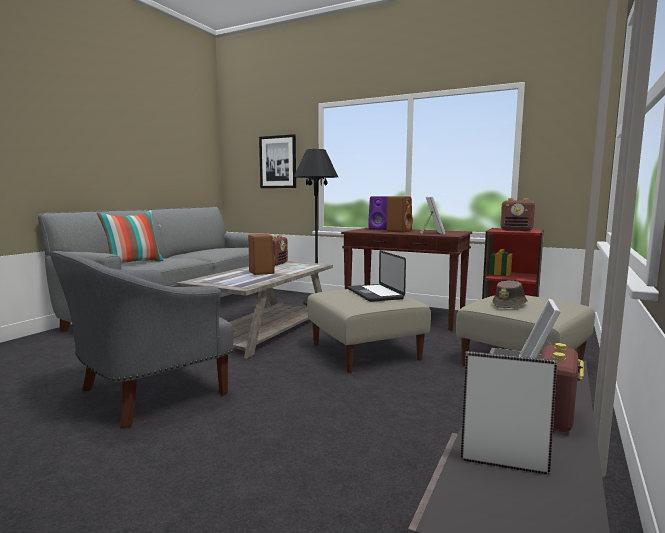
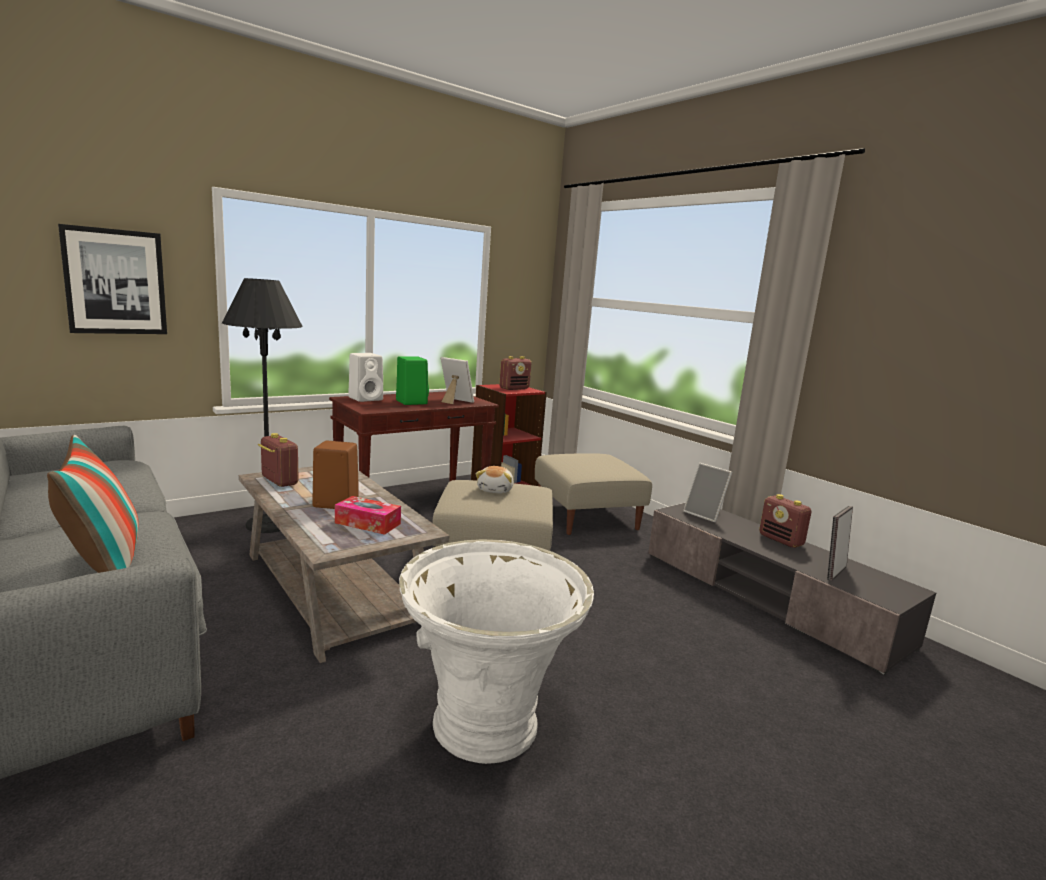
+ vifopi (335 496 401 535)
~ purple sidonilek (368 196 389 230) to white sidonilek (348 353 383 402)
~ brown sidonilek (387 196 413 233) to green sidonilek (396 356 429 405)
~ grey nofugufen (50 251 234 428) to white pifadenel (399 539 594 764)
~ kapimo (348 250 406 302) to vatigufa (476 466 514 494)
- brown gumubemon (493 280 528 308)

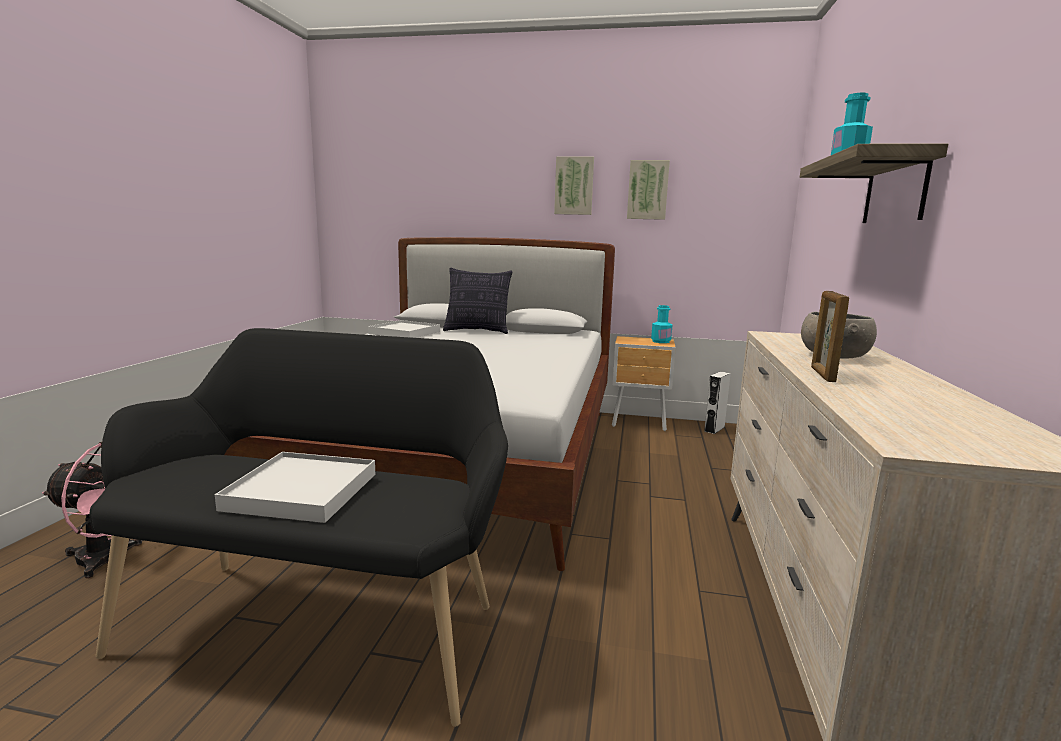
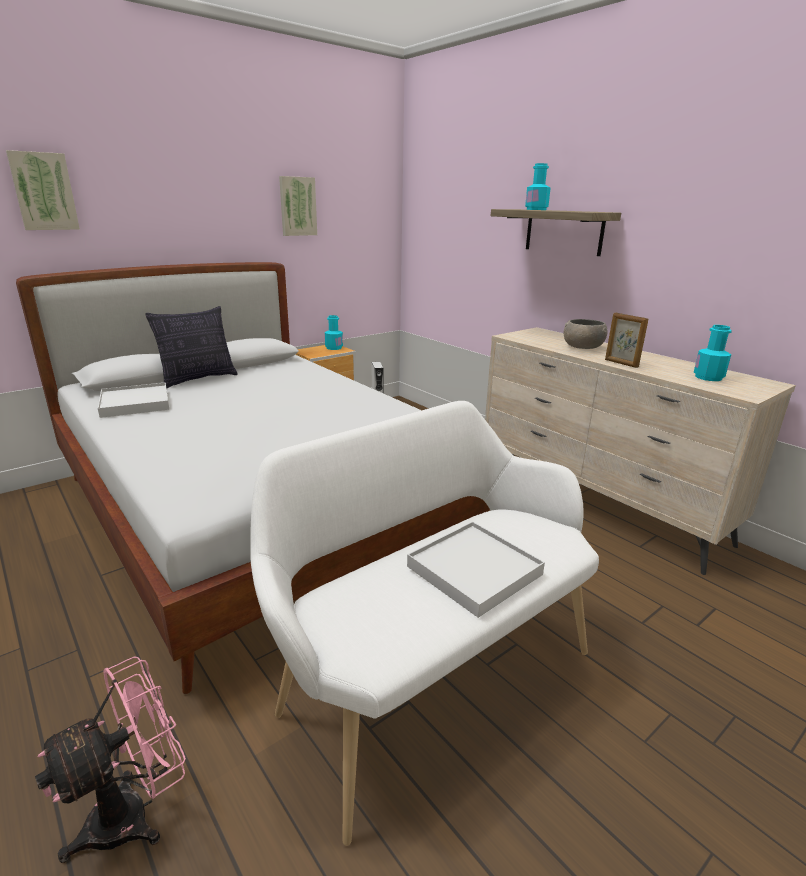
~ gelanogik (554 157 594 215) to (6 150 80 230)
~ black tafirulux (89 328 508 727) to white tafirulux (250 401 599 846)
+ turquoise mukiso (694 325 732 381)

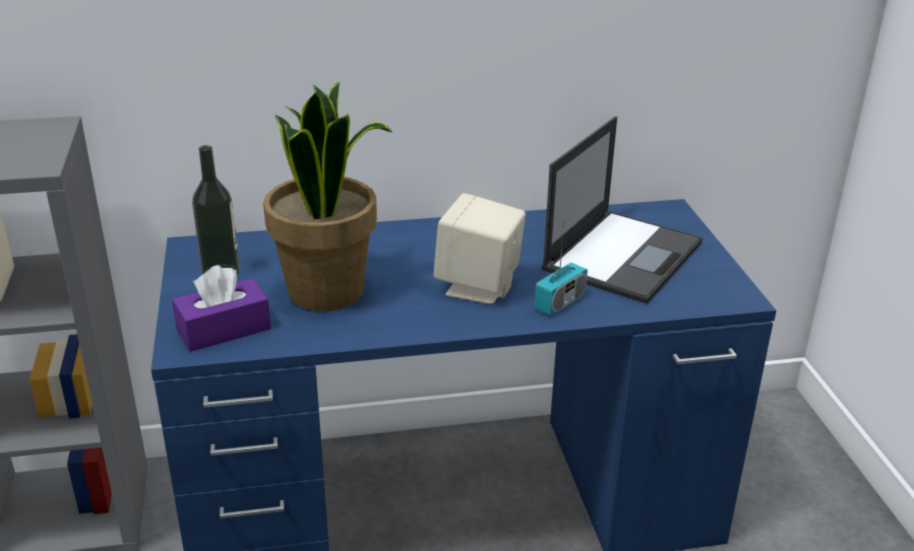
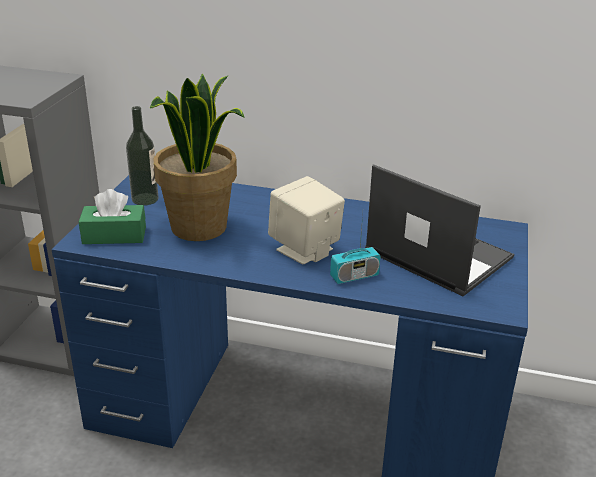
~ purple vifopi (172 265 271 352) to green vifopi (79 189 146 244)
~ kapimo (541 116 703 304) = (365 164 514 296) 105 degrees counterclockwise

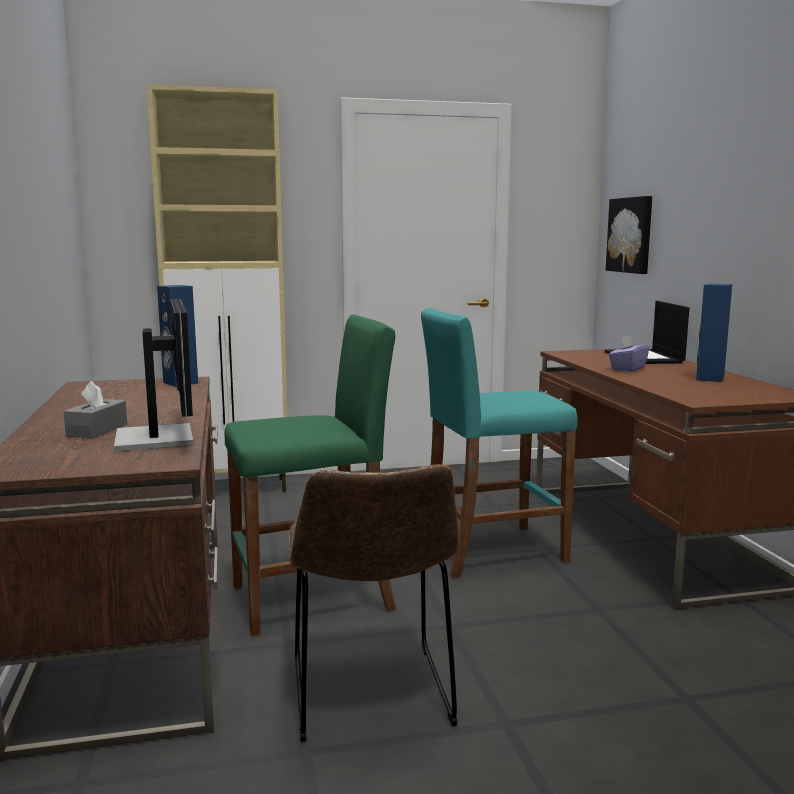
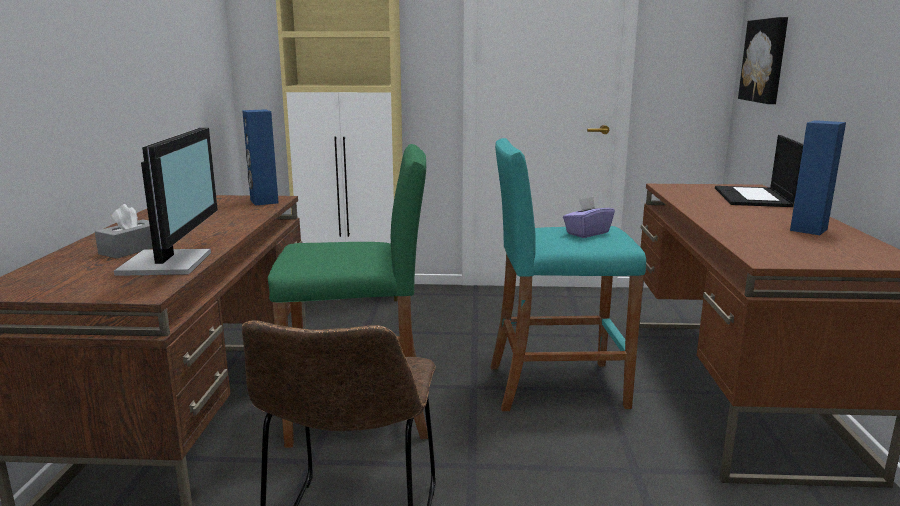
~ purple vifopi (609 336 649 372) to (563 197 615 238)

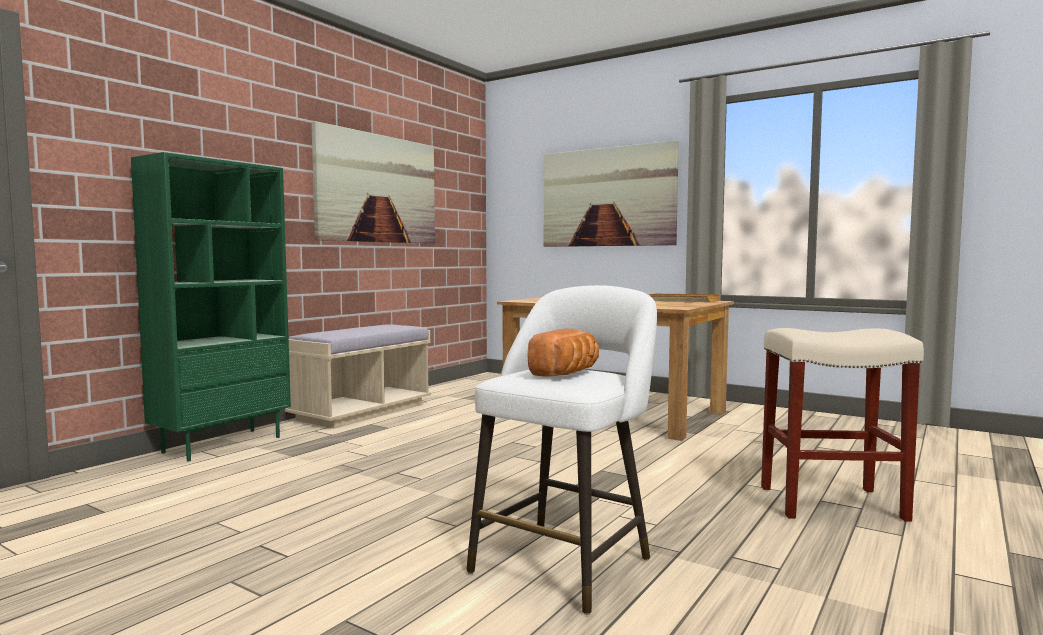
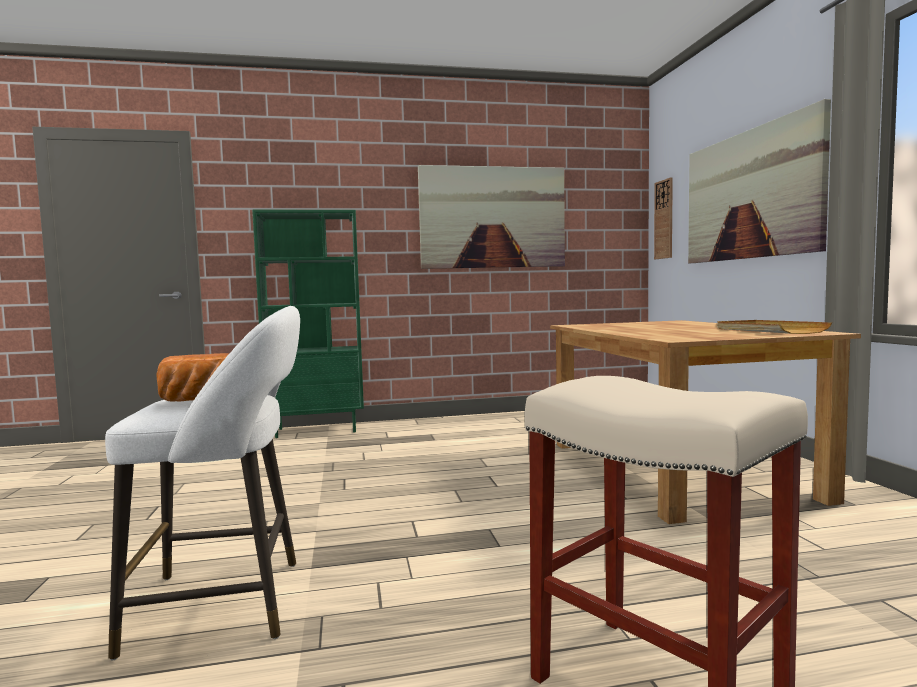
+ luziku (654 177 673 259)
- beige tafirulux (285 324 431 429)

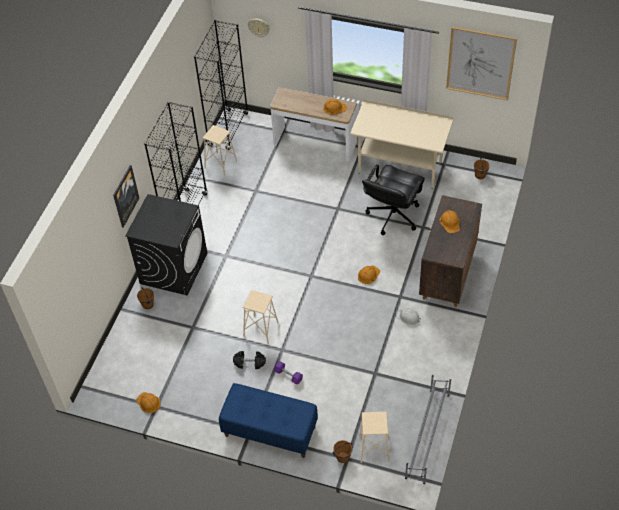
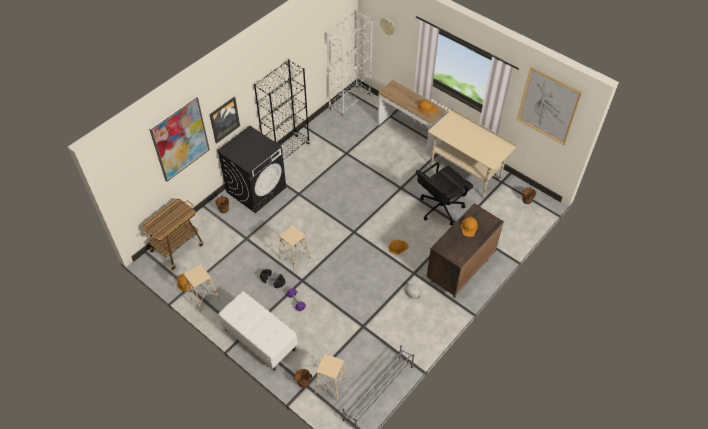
+ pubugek (142 199 203 270)
+ gelanogik (149 96 210 182)
~ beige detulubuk (203 125 237 176) to (184 264 220 312)
~ blue tafirulux (219 383 318 458) to white tafirulux (218 292 298 371)
~ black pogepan (194 20 248 150) to white pogepan (327 11 373 117)

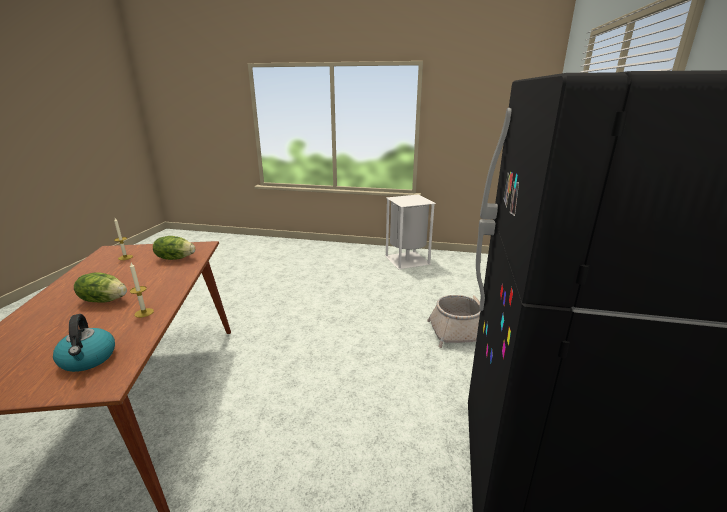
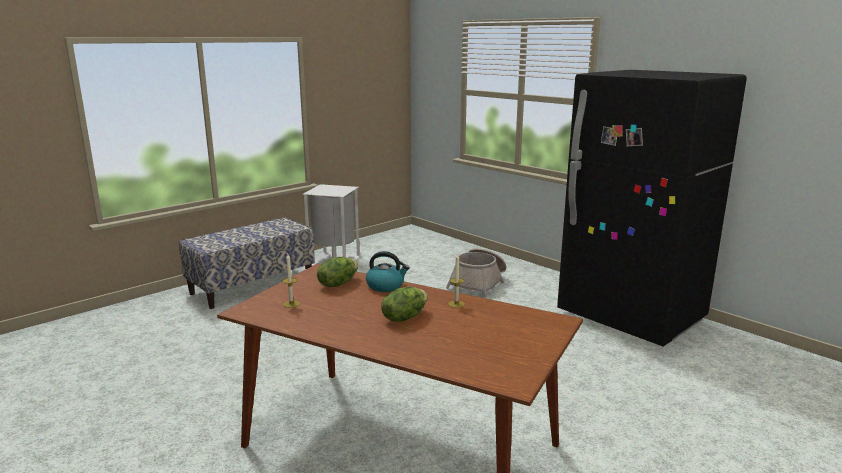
+ tafirulux (179 217 315 309)
~ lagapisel (53 314 115 372) to (366 251 410 292)

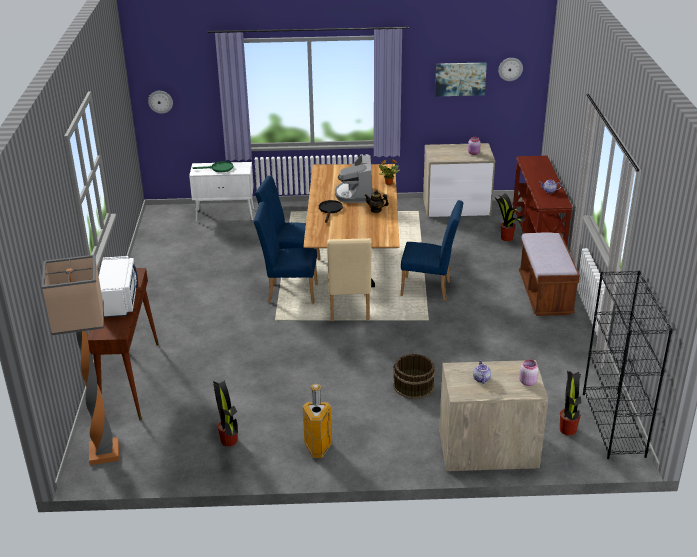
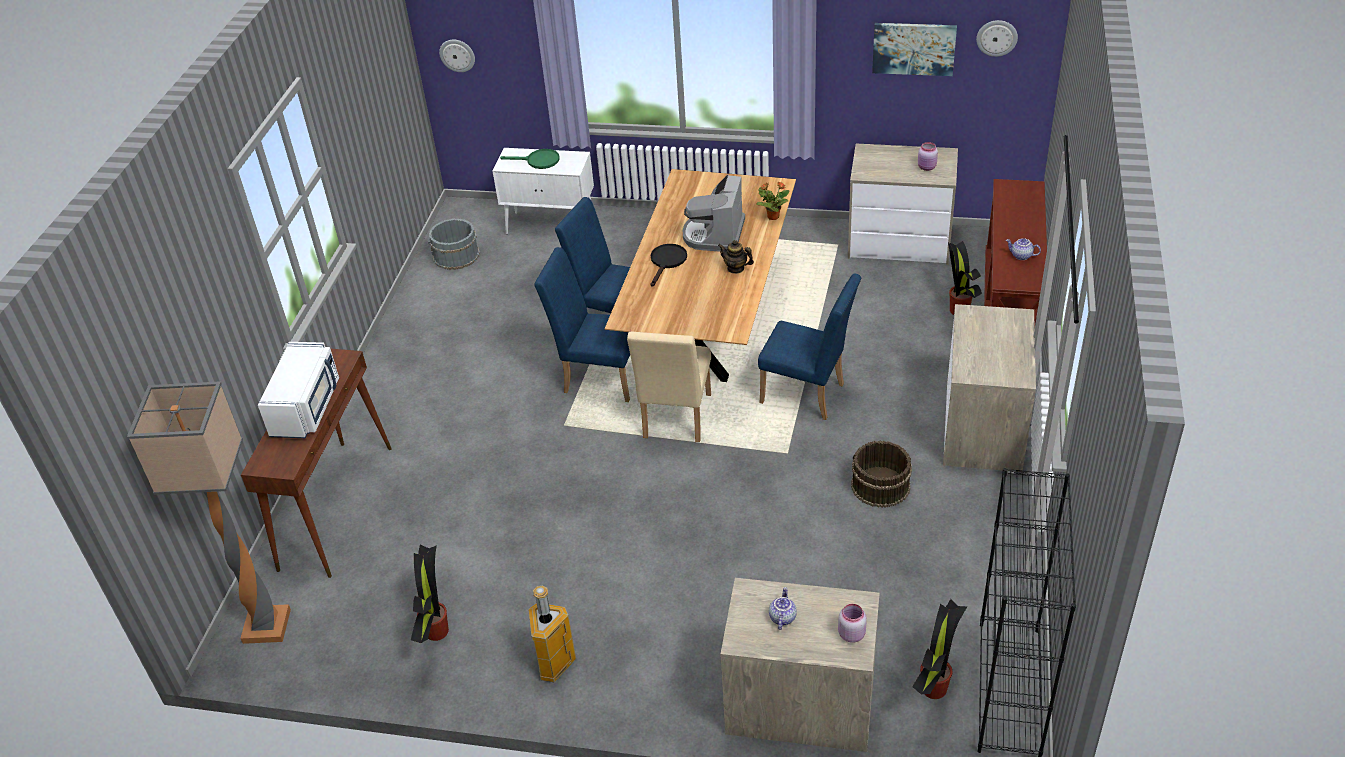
+ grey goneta (428 219 480 270)
~ brown goneta (393 354 435 399) to (851 441 912 508)
~ brown tafirulux (519 232 580 316) to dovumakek (943 304 1036 472)

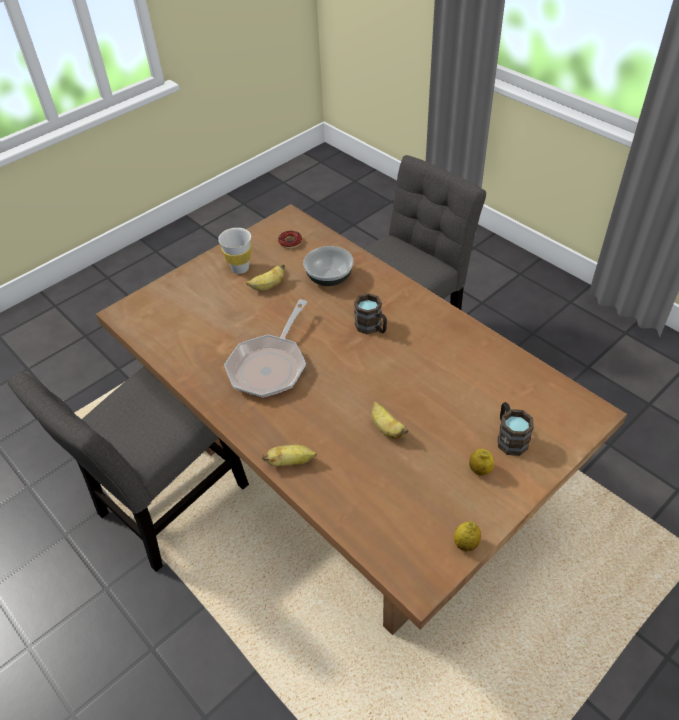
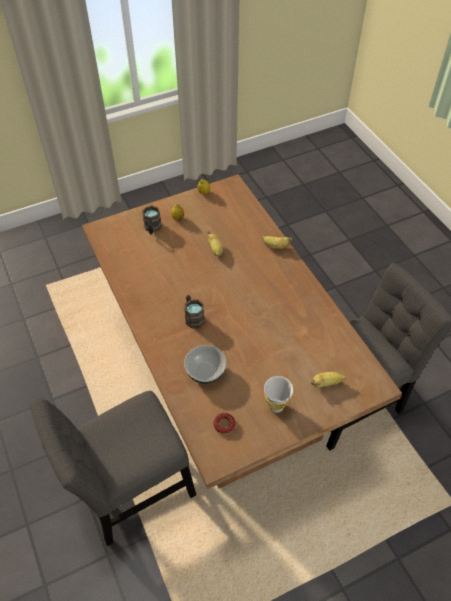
~ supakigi (246 263 285 291) to (311 372 346 388)
- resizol (224 299 308 398)

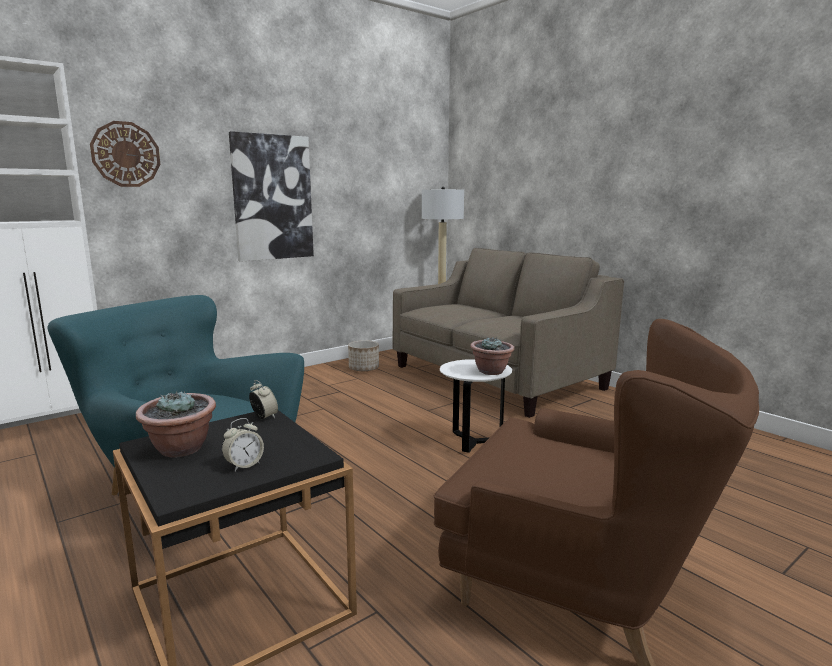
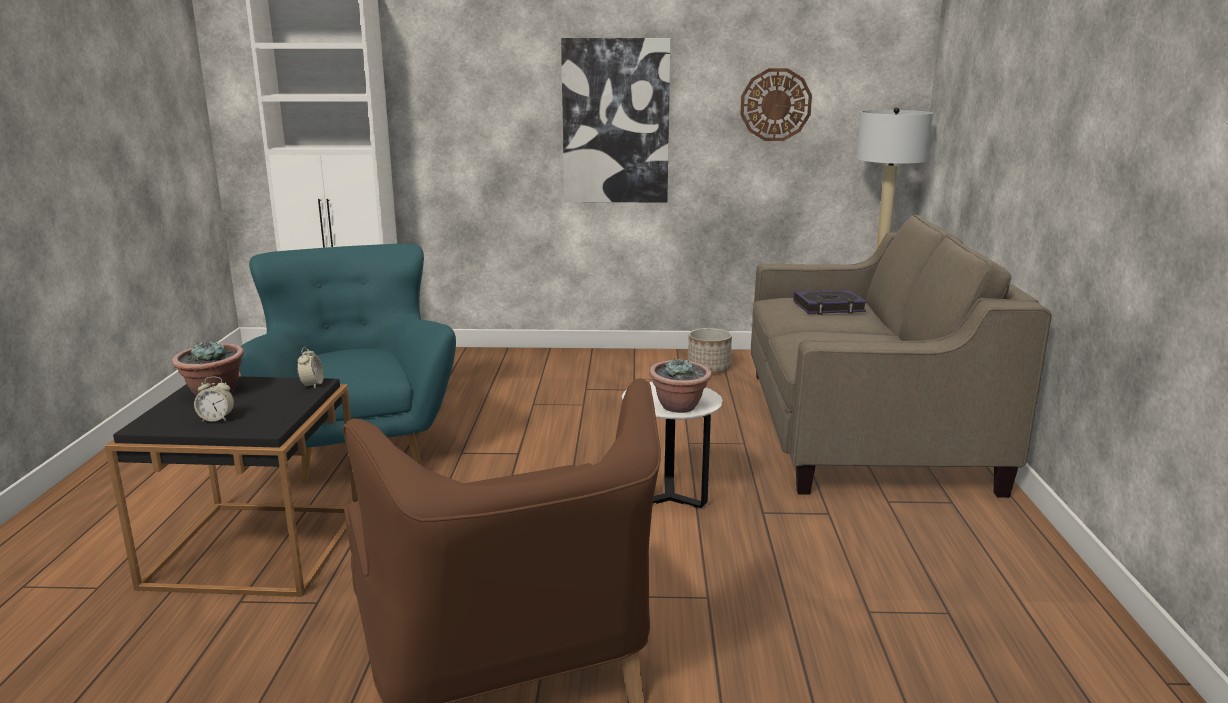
~ luziku (90 121 160 187) to (740 68 812 141)
+ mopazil (793 290 867 315)

